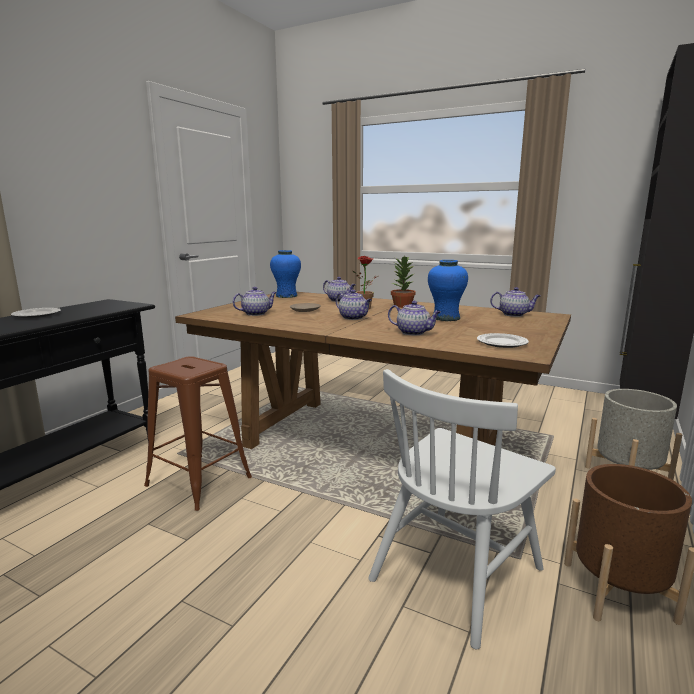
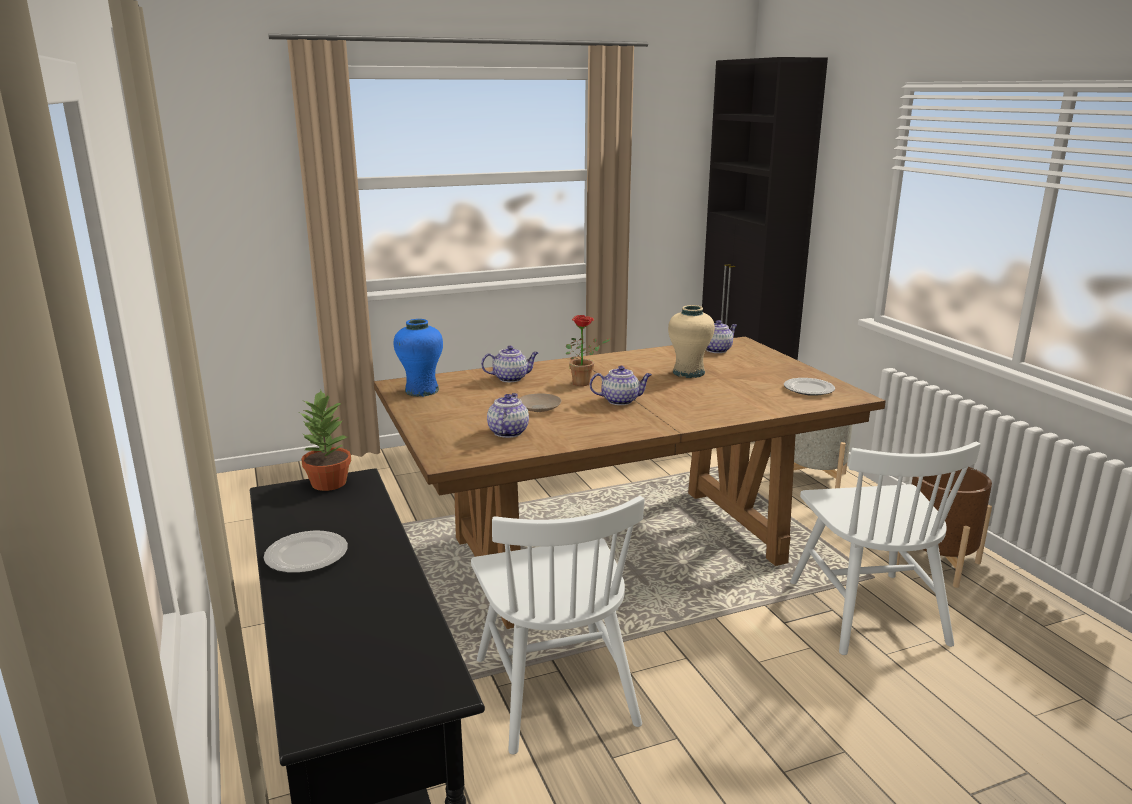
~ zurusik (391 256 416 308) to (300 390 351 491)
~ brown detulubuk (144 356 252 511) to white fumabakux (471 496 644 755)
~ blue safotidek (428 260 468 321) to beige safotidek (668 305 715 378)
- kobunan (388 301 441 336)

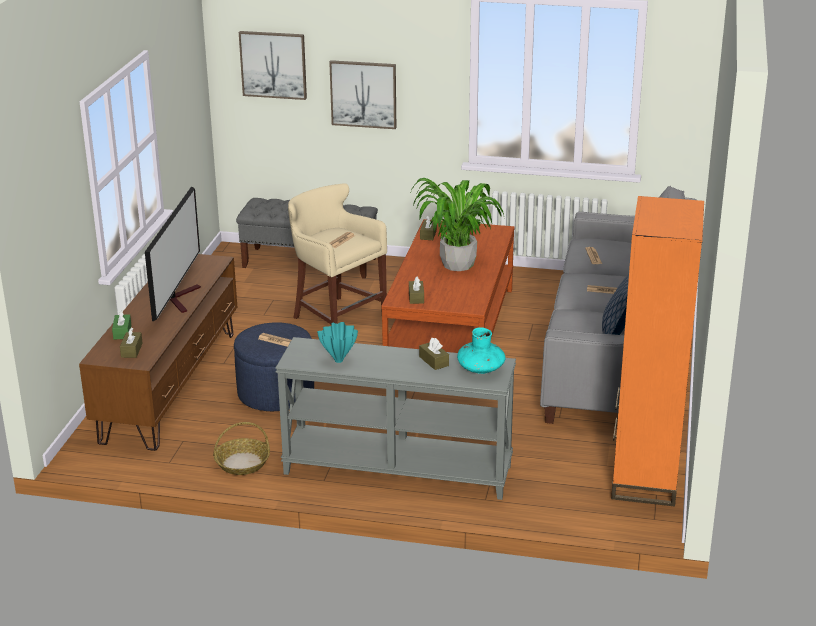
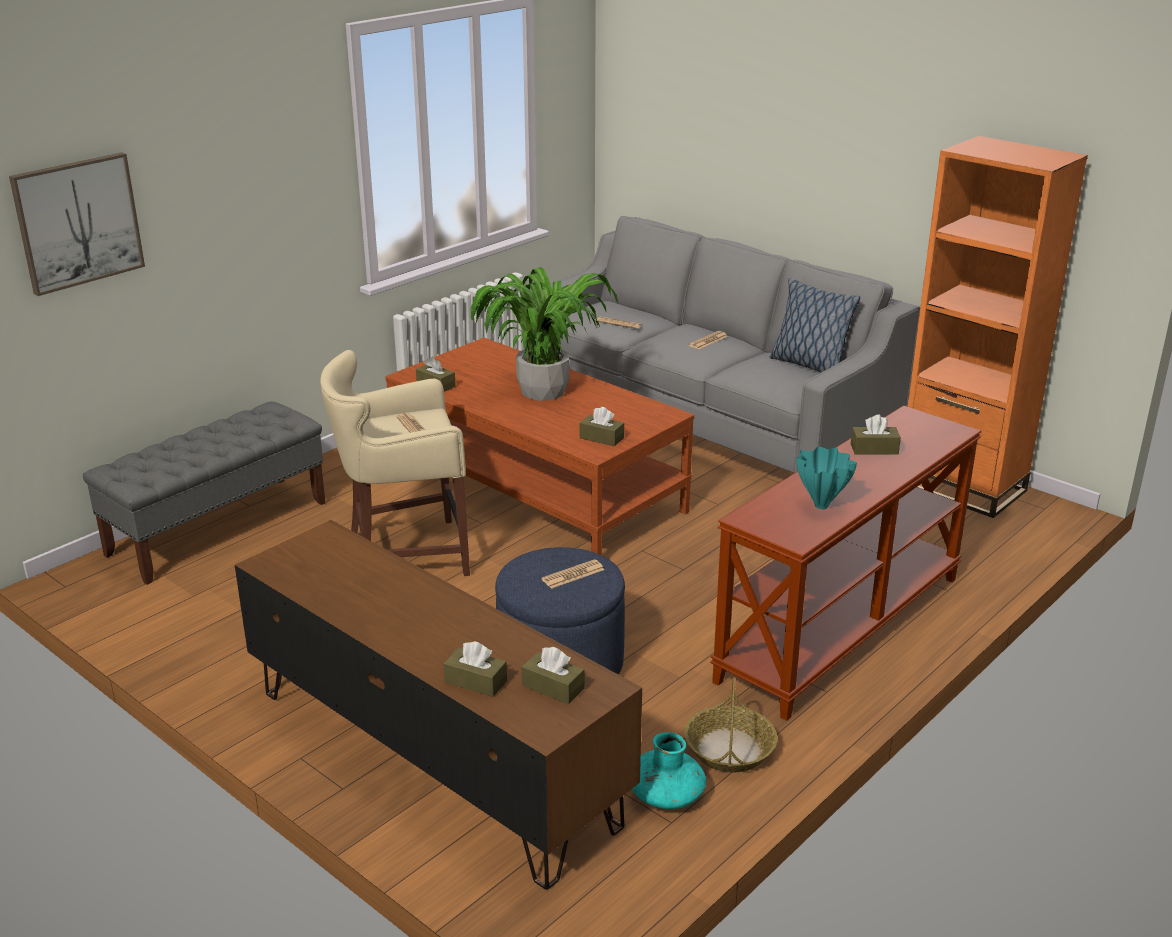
~ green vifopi (112 310 131 340) to brown vifopi (443 641 507 697)
~ turquoise safotidek (457 327 505 374) to (631 732 706 809)
~ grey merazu (275 337 516 500) to brown merazu (710 405 982 721)
- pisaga (145 186 201 322)
- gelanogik (329 60 396 129)

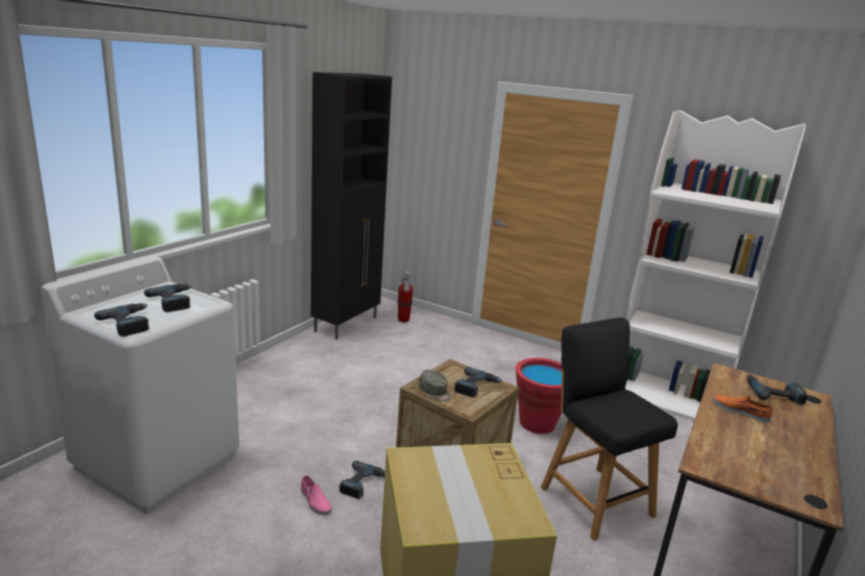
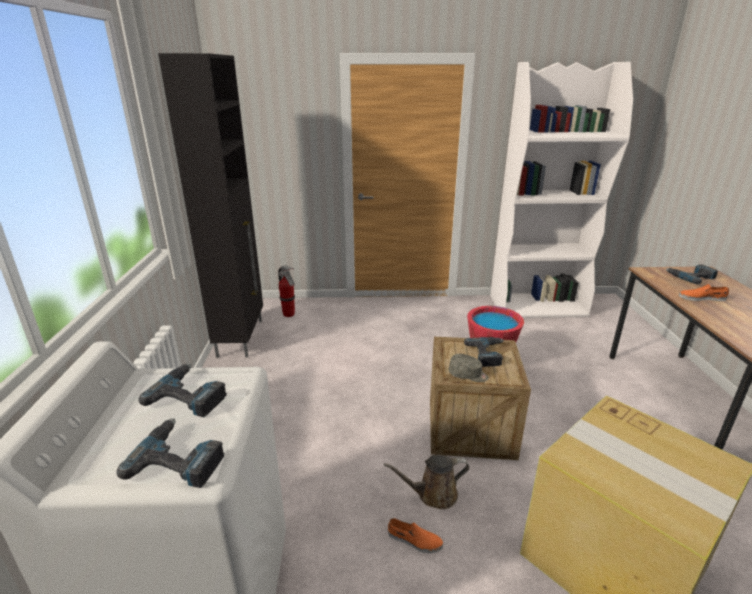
~ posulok (339 461 385 499) to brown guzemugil (384 454 469 509)
~ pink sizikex (301 476 332 515) to orange sizikex (388 518 443 553)
- black fumabakux (541 317 678 541)

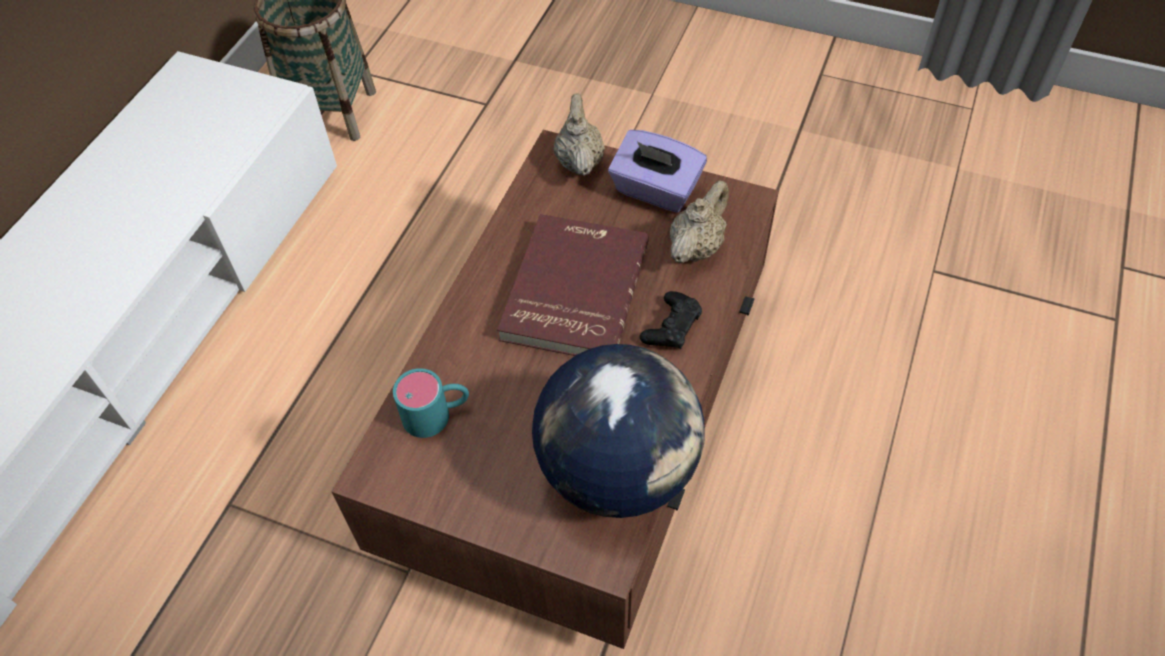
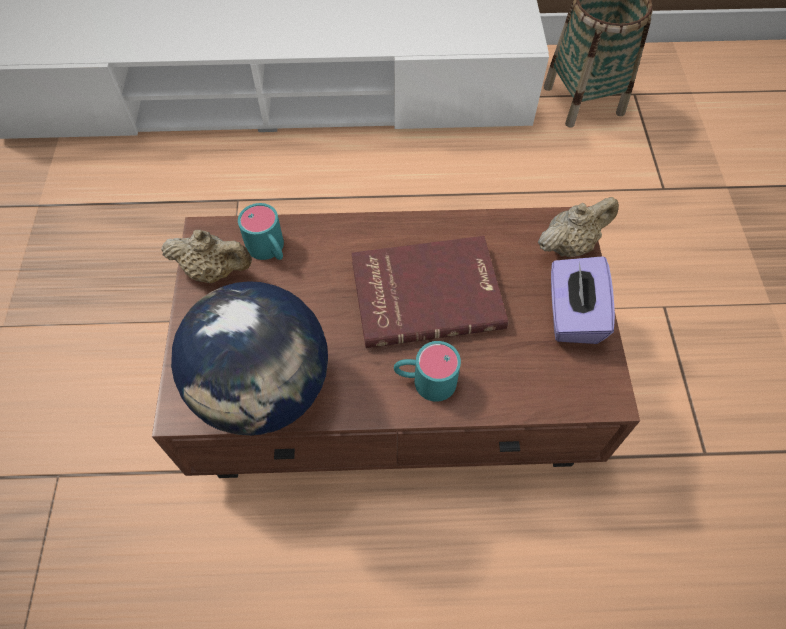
~ beige kobunan (670 180 729 263) to (161 230 252 283)
~ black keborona (640 291 702 349) to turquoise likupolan (394 341 461 402)

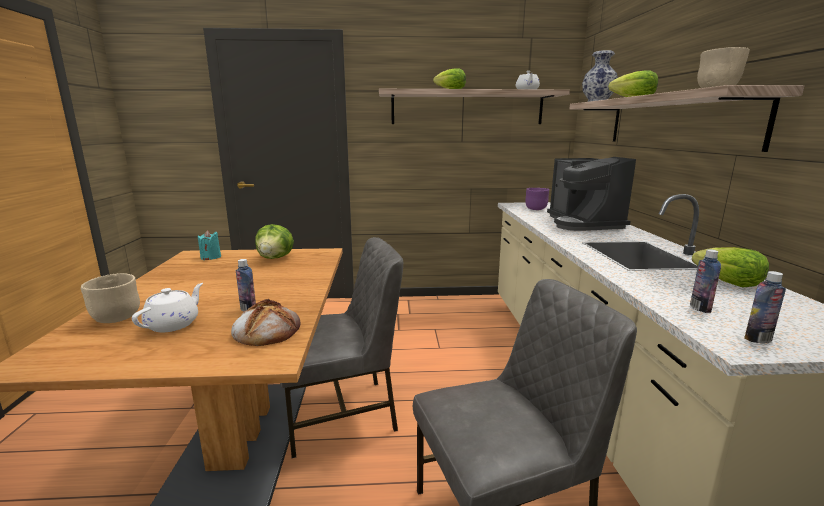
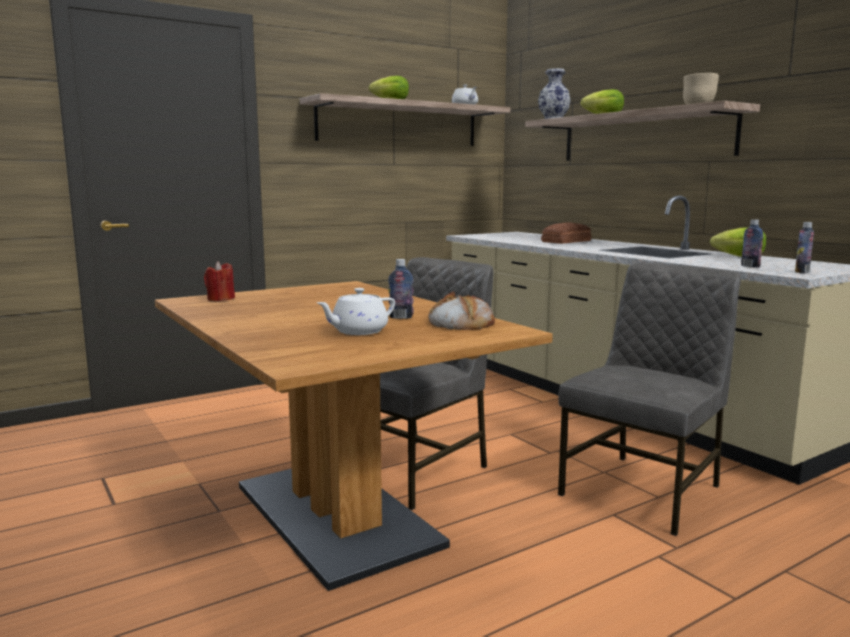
~ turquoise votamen (198 230 221 260) to red votamen (204 261 235 301)
~ white kobunan (132 283 203 332) = (317 288 395 335) 120 degrees counterclockwise
~ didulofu (547 157 636 231) to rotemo (541 222 591 244)
- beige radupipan (81 273 140 323)
- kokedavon (255 224 294 259)
- purple radupipan (525 188 549 210)

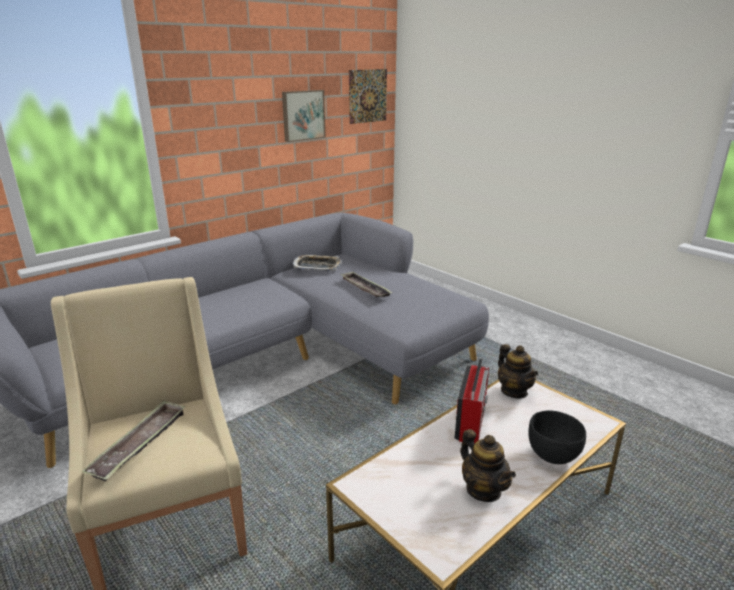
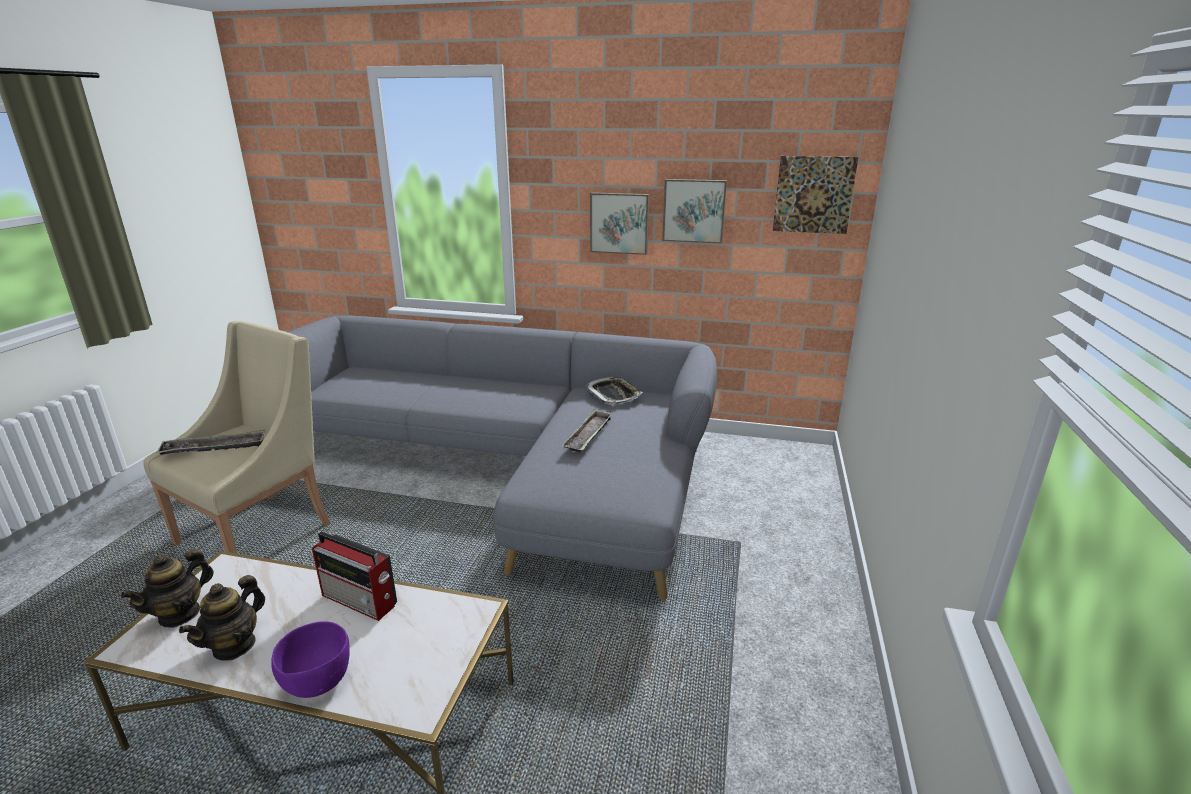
~ kobunan (498 344 538 399) to (121 549 214 628)
~ black radupipan (528 410 586 464) to purple radupipan (271 621 350 698)
~ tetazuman (454 359 489 444) = (312 532 397 621) 45 degrees clockwise
+ gelanogik (590 192 649 255)

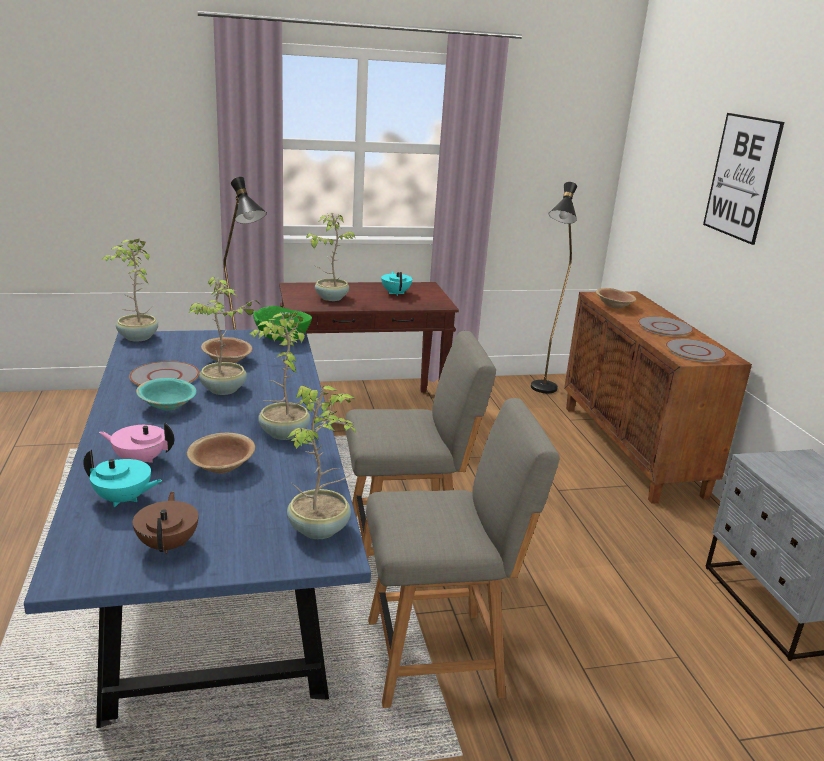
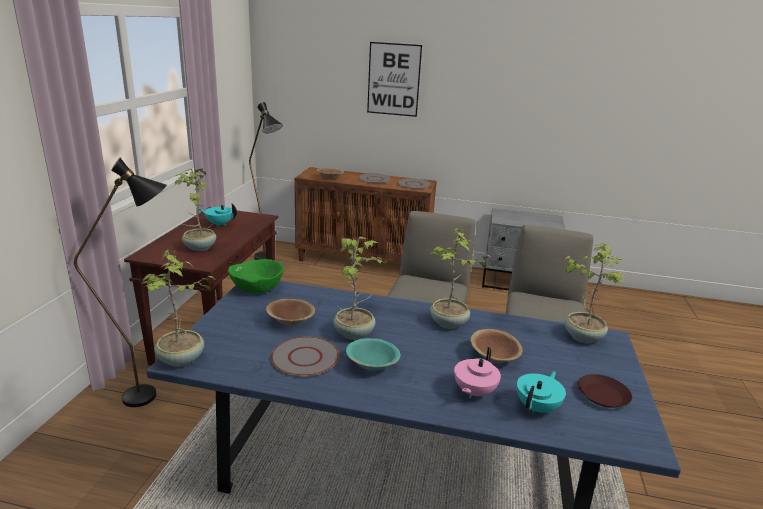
~ brown kobunan (133 491 198 554) to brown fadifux (578 374 632 408)

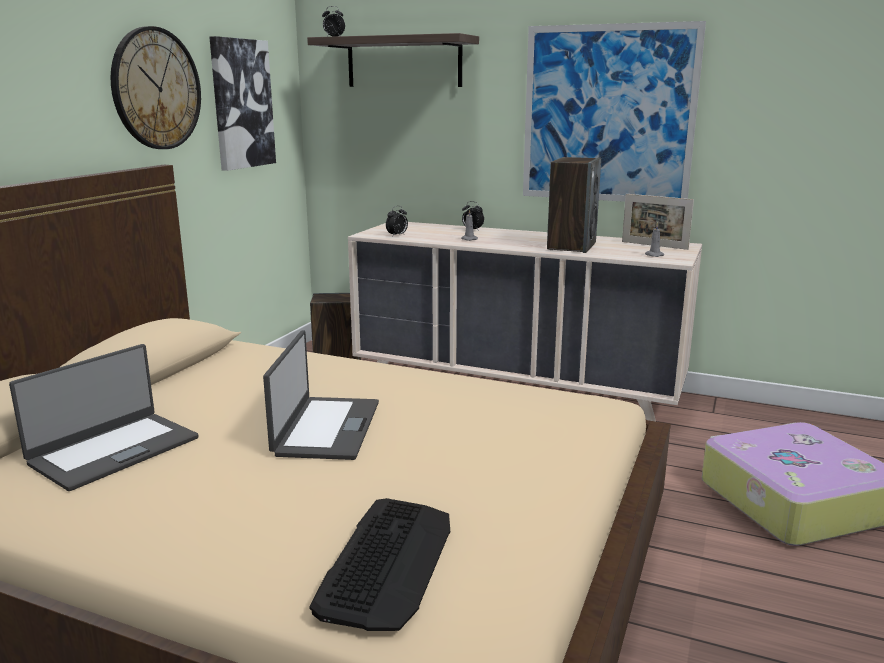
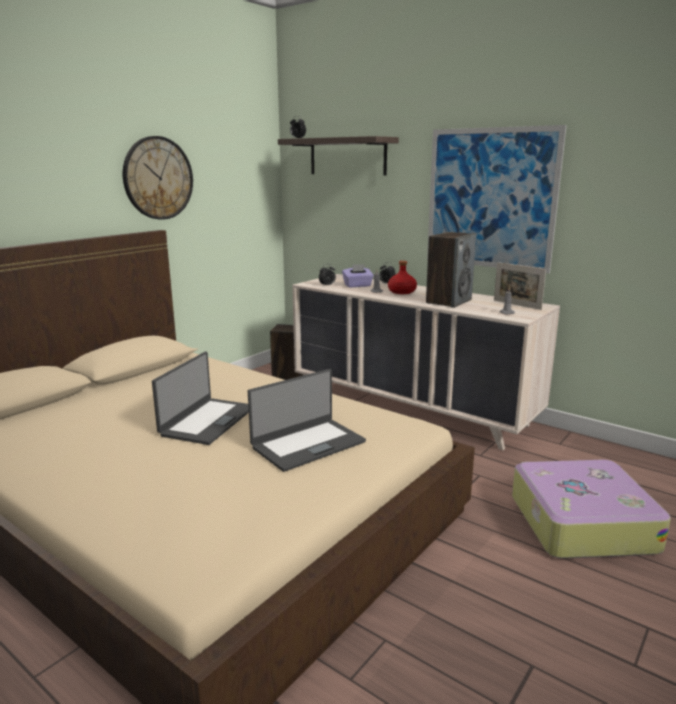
~ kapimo (9 344 198 491) to (248 369 366 472)
+ purple vifopi (342 264 374 287)
+ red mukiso (388 261 417 294)
- gelanogik (209 36 276 171)
- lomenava (310 498 450 631)

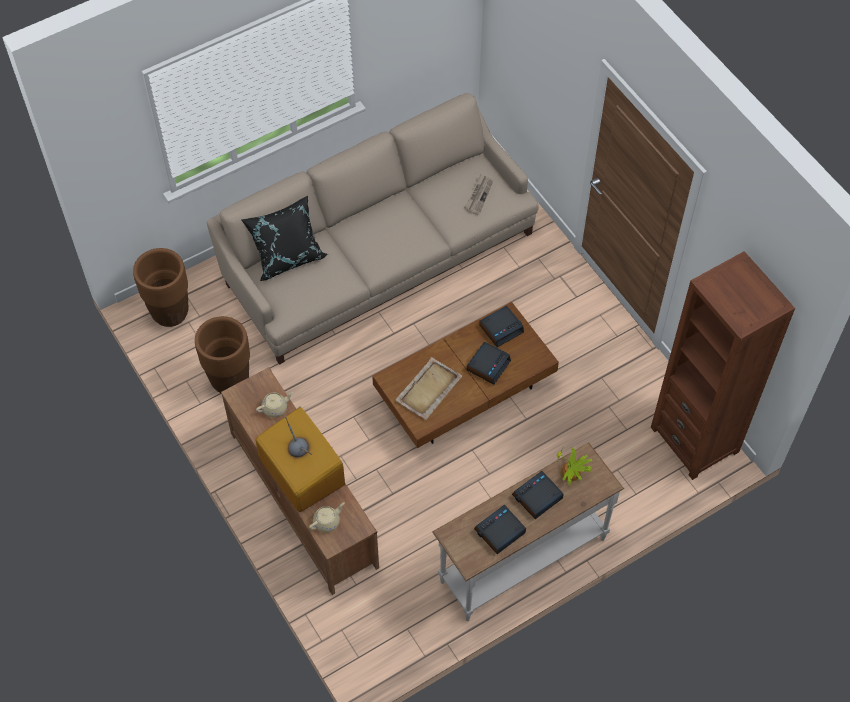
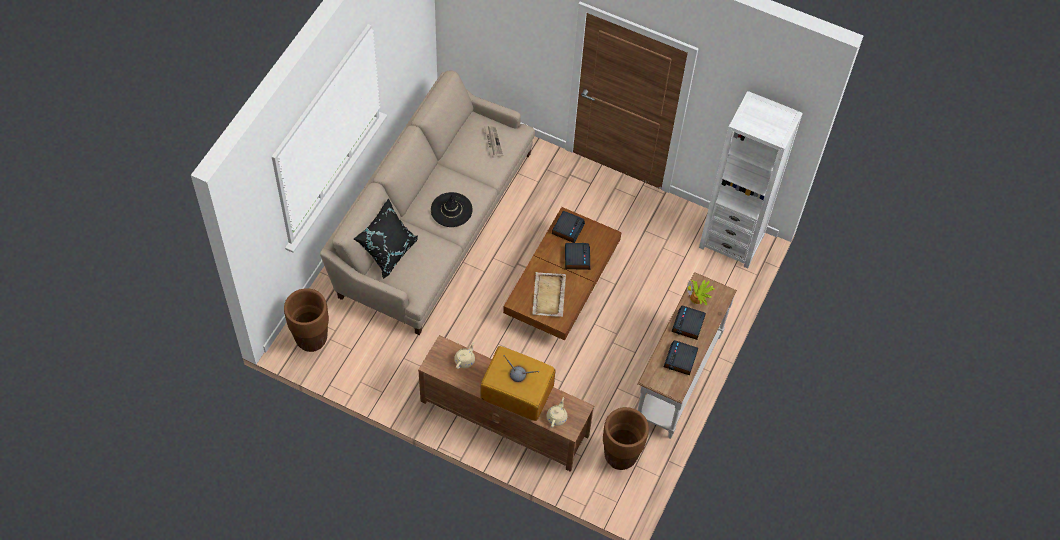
+ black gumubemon (431 192 473 227)
~ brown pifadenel (195 316 250 393) to (603 407 649 470)
~ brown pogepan (651 251 795 480) to white pogepan (699 91 803 269)

